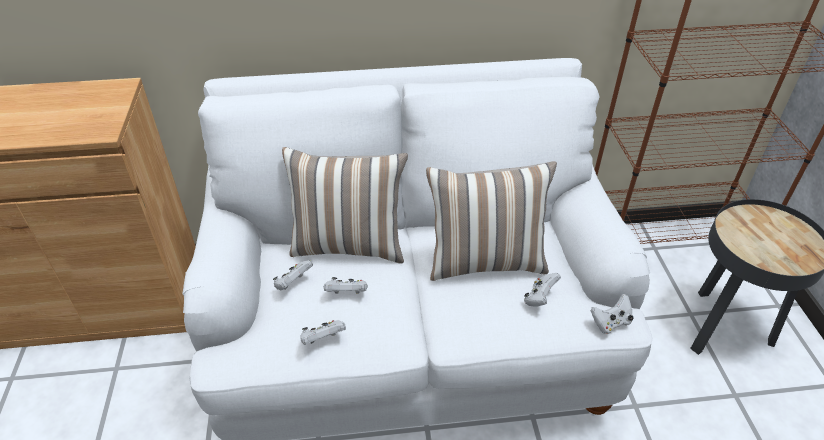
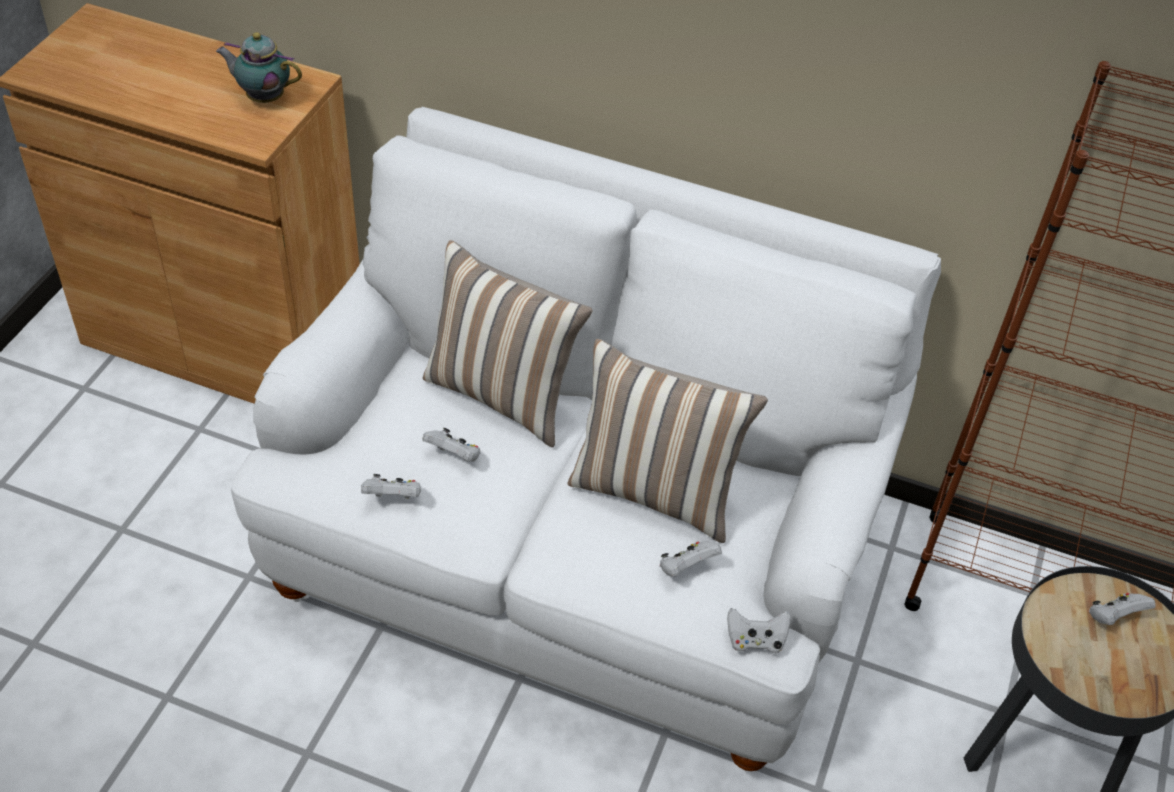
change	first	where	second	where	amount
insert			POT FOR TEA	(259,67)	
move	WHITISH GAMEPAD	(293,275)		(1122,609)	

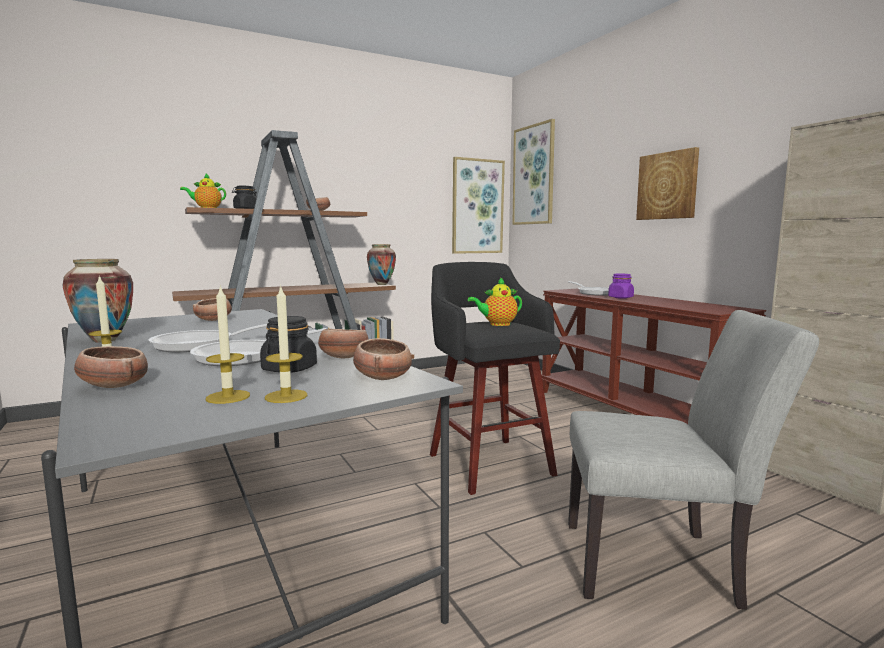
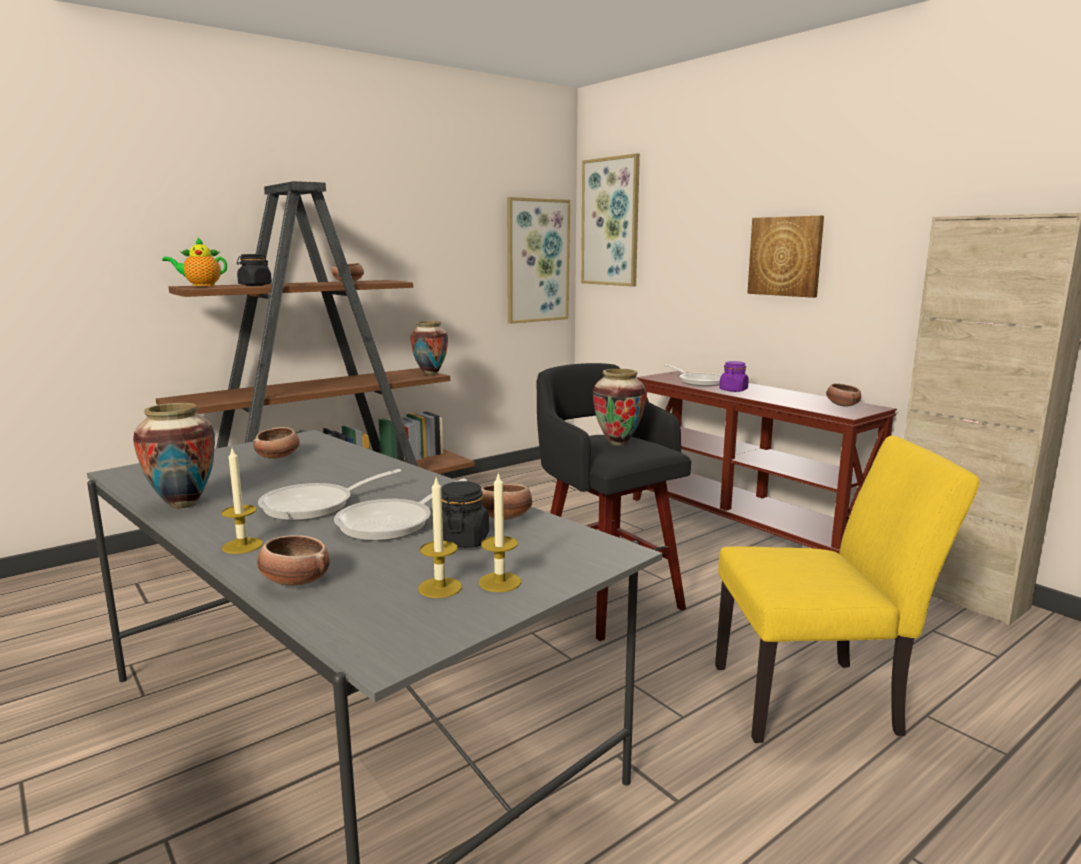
change	first	where	second	where	amount
replace	POT FOR TEA	(495,301)	FLOWER VASE	(619,407)	
recolor	GRAY UPRIGHT CHAIR	(693,460)	YELLOW UPRIGHT CHAIR	(847,589)	
move	BOWL	(382,359)		(843,394)	

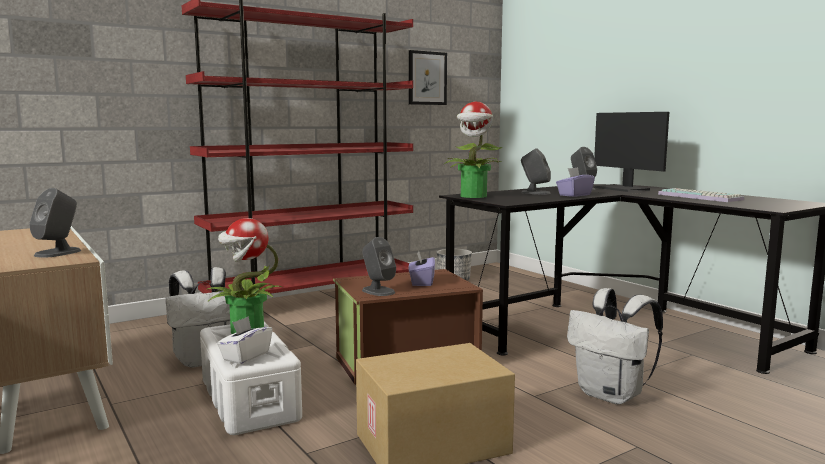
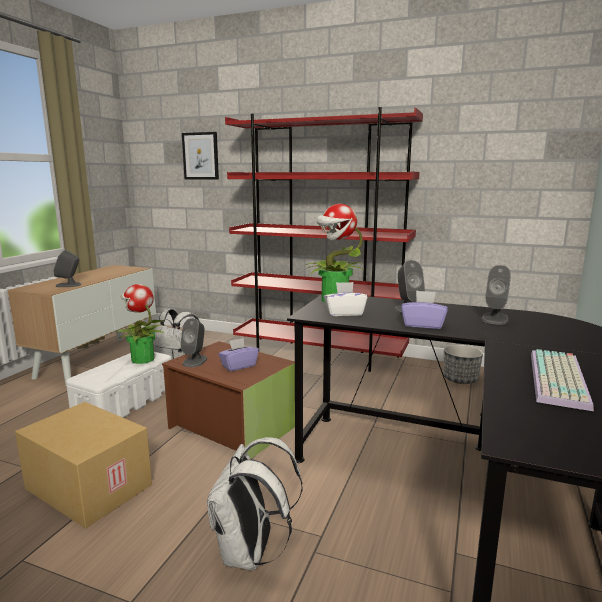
change	first	where	second	where	amount
move	WALL PICTURE	(428,77)		(200,156)	
move	WHITISH TISSUE HOLDER	(244,340)		(346,299)	
delete	COMPUTER SCREEN	(631,152)			

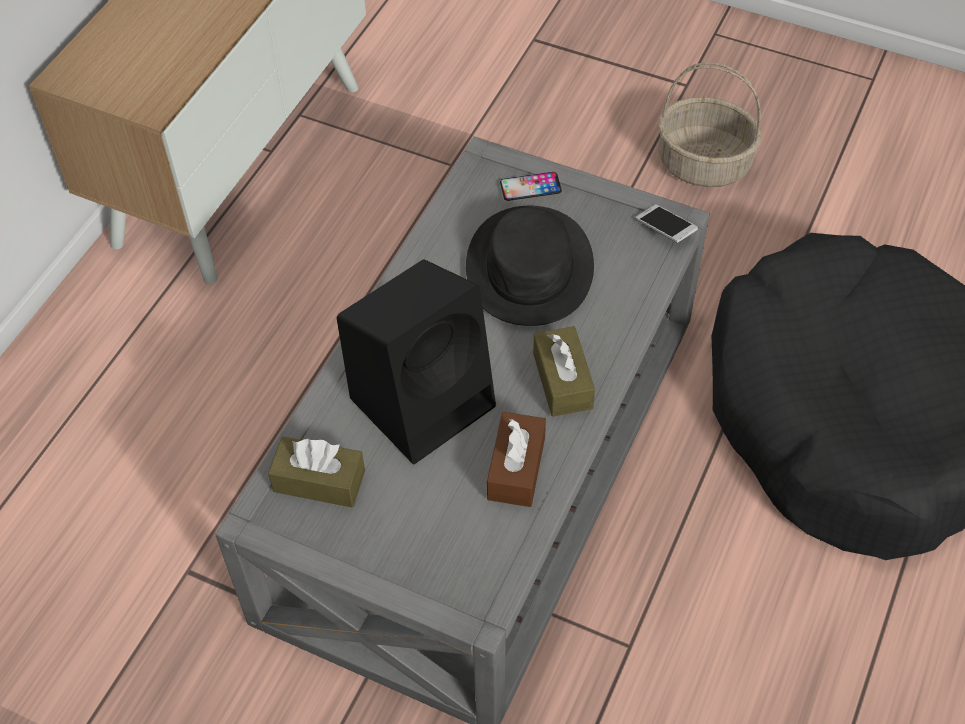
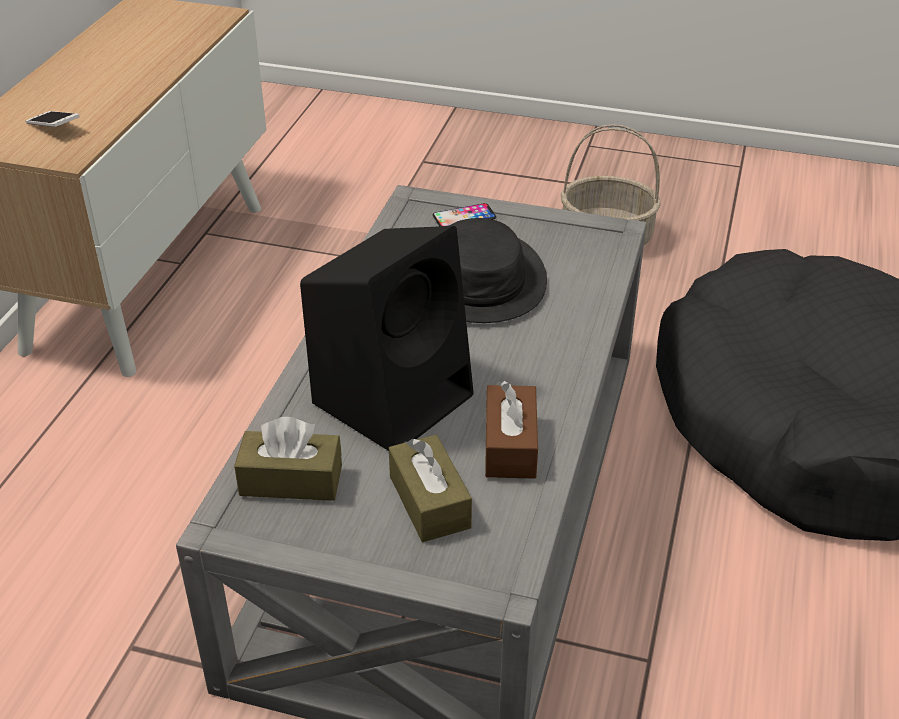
change	first	where	second	where	amount
move	PHONE	(667,223)		(52,119)	
move	BROWN-COLOURED TISSUE HOLDER	(564,371)		(430,488)	

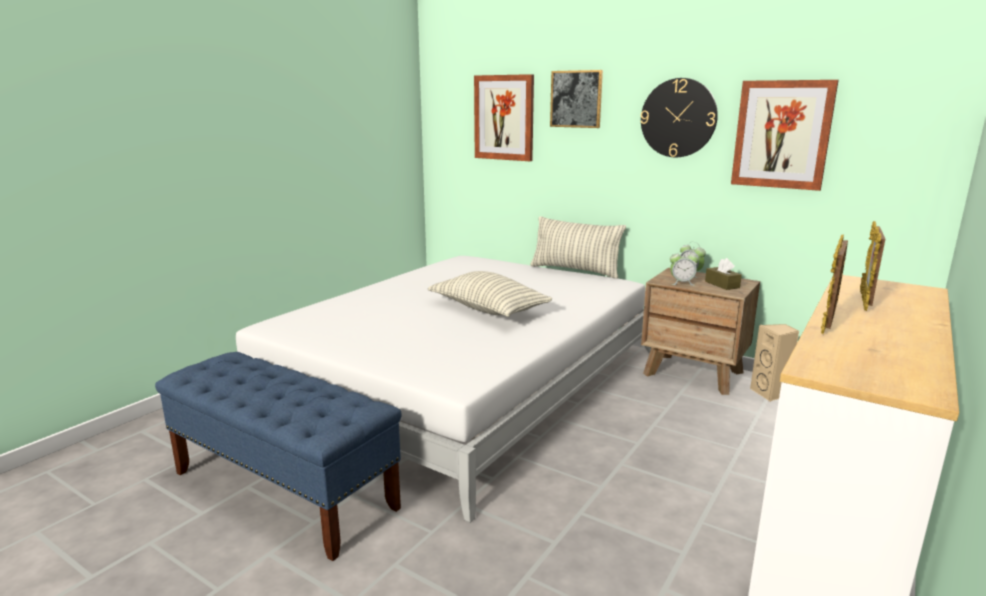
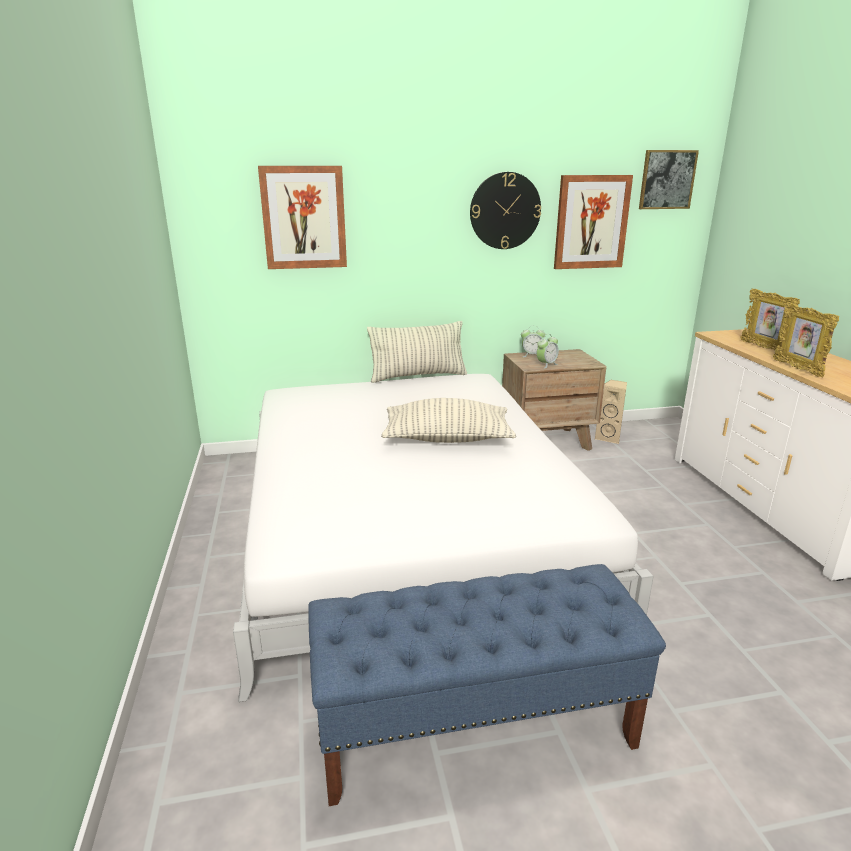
change	first	where	second	where	amount
move	WALL PICTURE	(576,99)		(669,179)	
delete	BROWN-COLOURED TISSUE HOLDER	(723,274)			

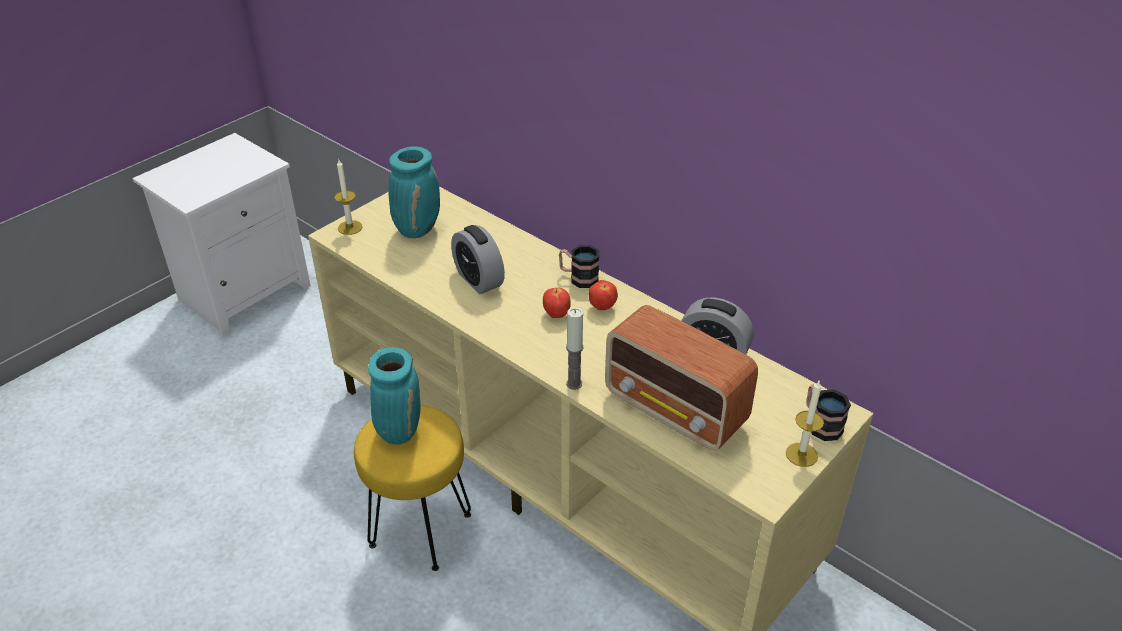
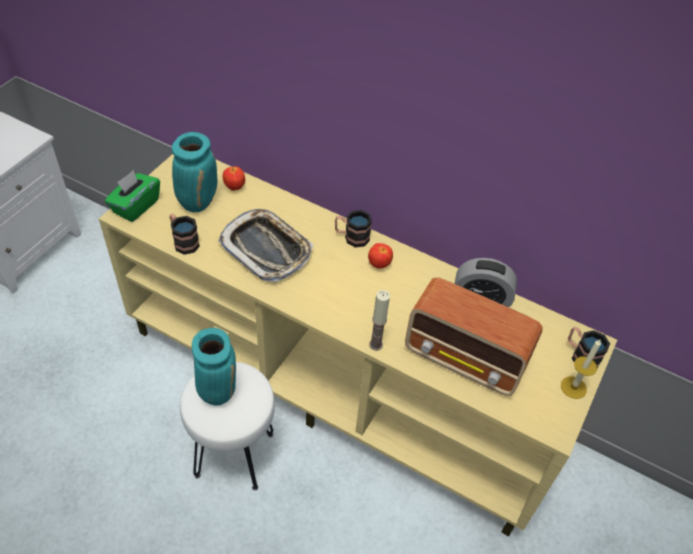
change	first	where	second	where	amount
replace	CANDLE	(348,197)	GREENISH TISSUE HOLDER	(132,196)	
insert			COFFEE MUG	(185,234)	
recolor	YELLOW STOOL	(412,488)	WHITISH STOOL	(227,426)	
replace	BEDSIDE CLOCK	(478,259)	TRAY	(265,245)	
move	APPLE	(557,303)		(234,178)	

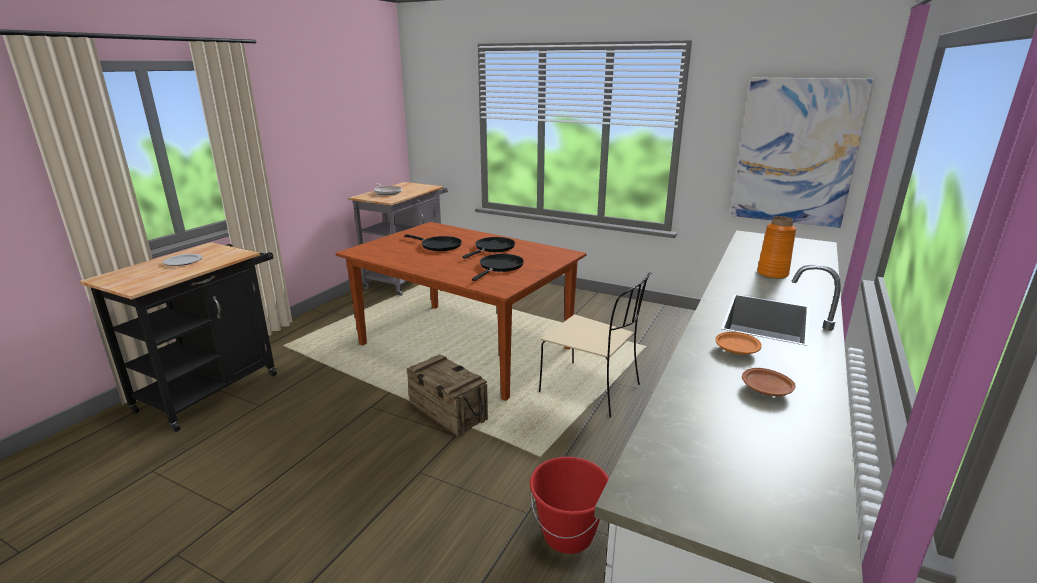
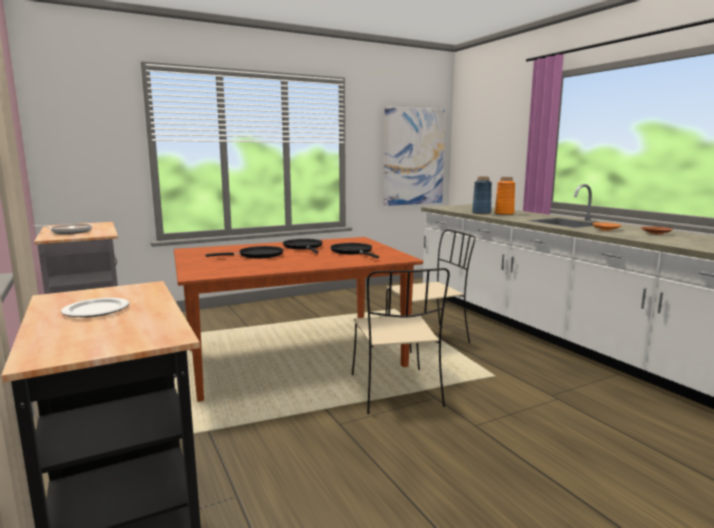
change	first	where	second	where	amount
replace	PACKING CRATE	(447,395)	BEIGE-COLOURED UPRIGHT CHAIR	(401,341)	
insert			BLUE FLOWER VASE	(482,195)	
delete	RED-COLOURED PAIL	(569,505)			

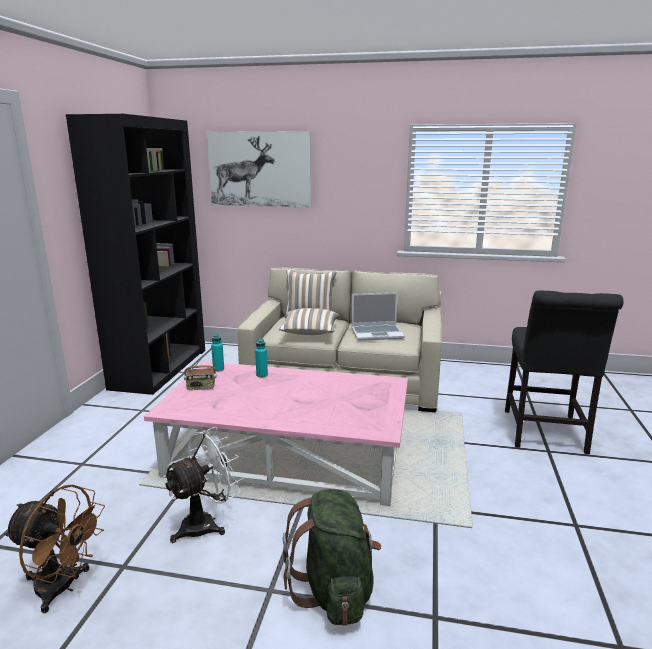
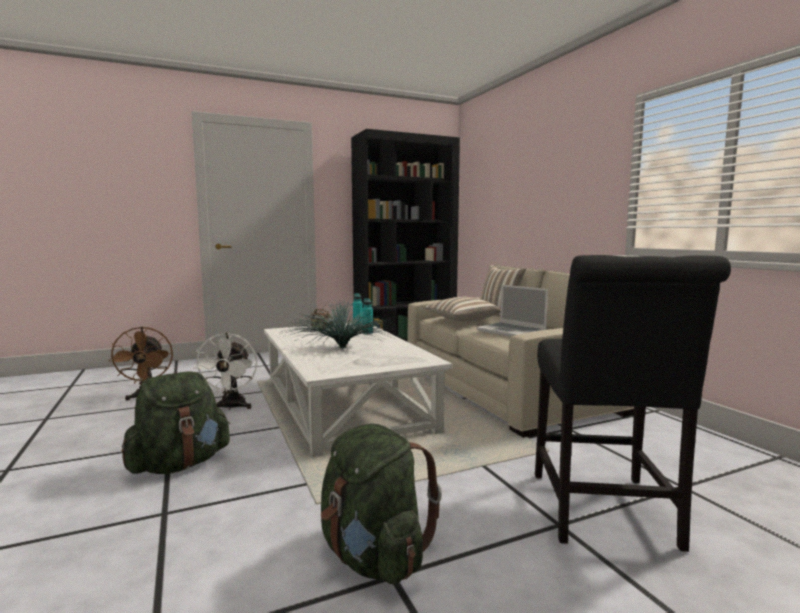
change	first	where	second	where	amount
rotate	WHITISH ELECTRIC FAN	(203,485)		(225,371)	75 degrees clockwise
recolor	PINK COFFEE TABLE	(276,434)	WHITISH COFFEE TABLE	(358,389)	
insert			POTTED PLANT	(341,324)	
insert			GREENISH KNAPSACK	(381,504)	
rotate	BLACKISH UPRIGHT CHAIR	(564,373)		(633,403)	60 degrees counterclockwise
delete	WALL PICTURE	(259,169)			

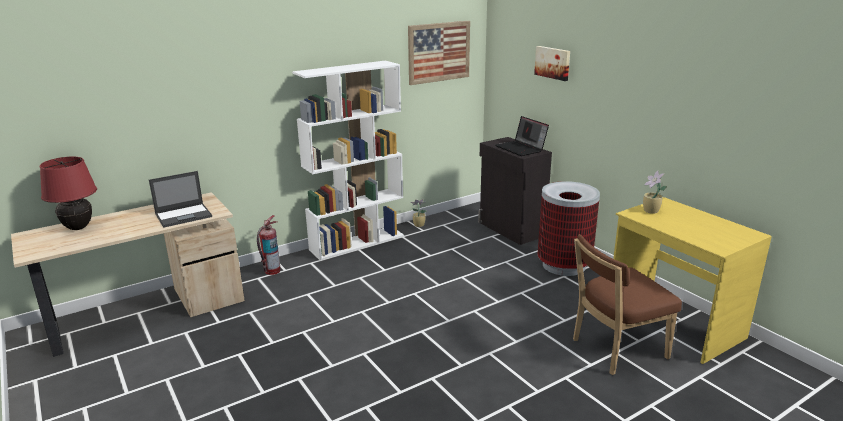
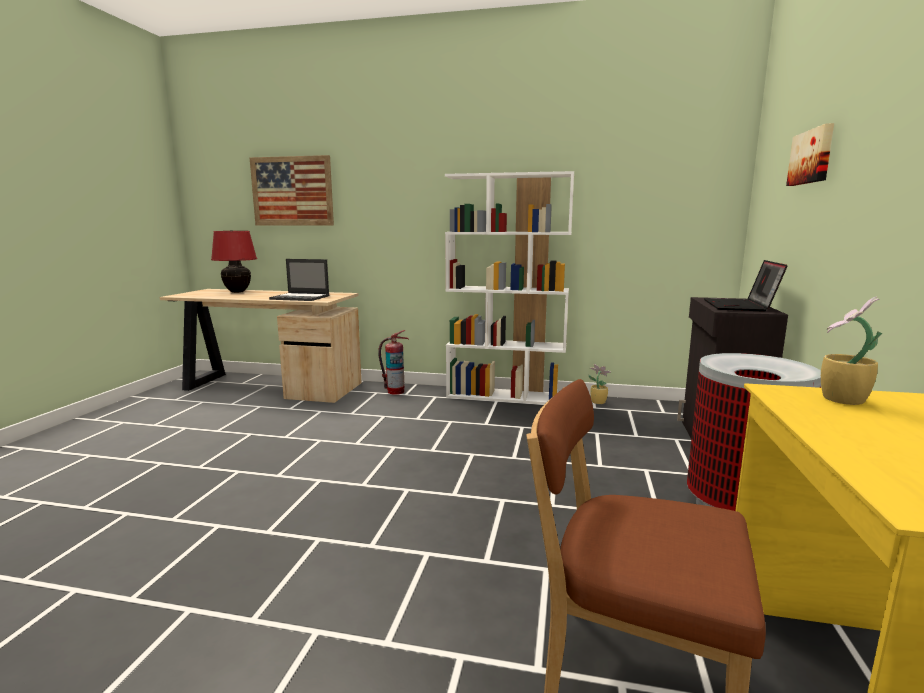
change	first	where	second	where	amount
move	WALL PICTURE	(439,53)		(292,190)	

